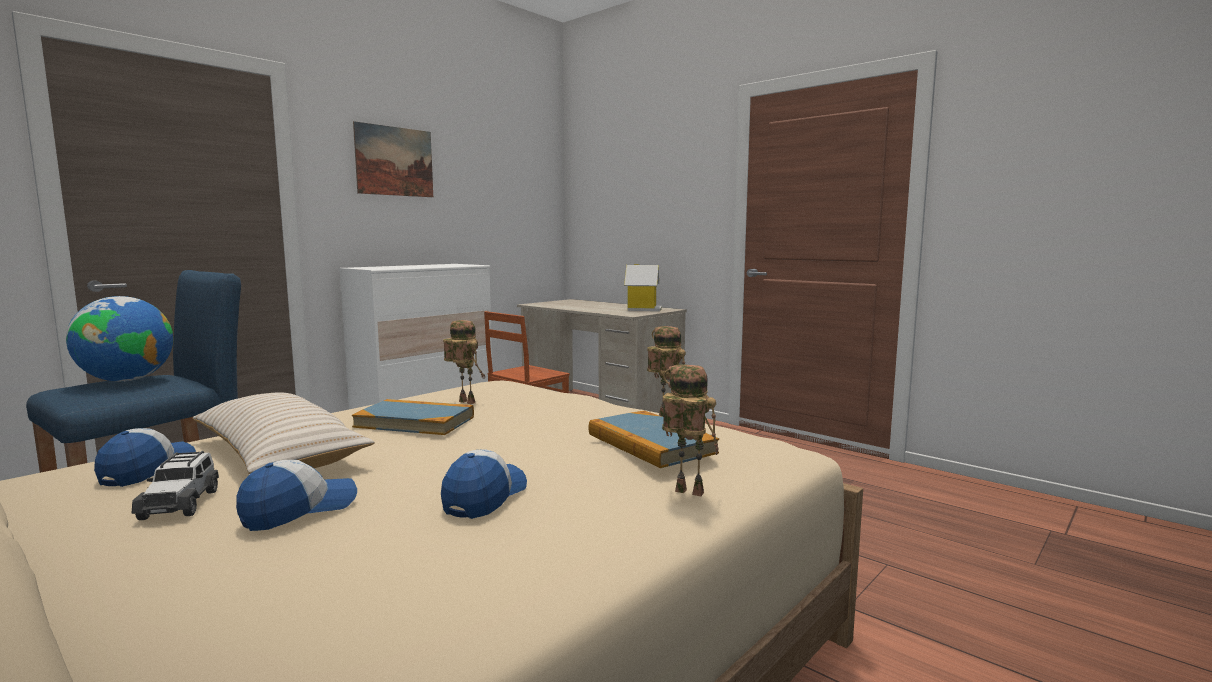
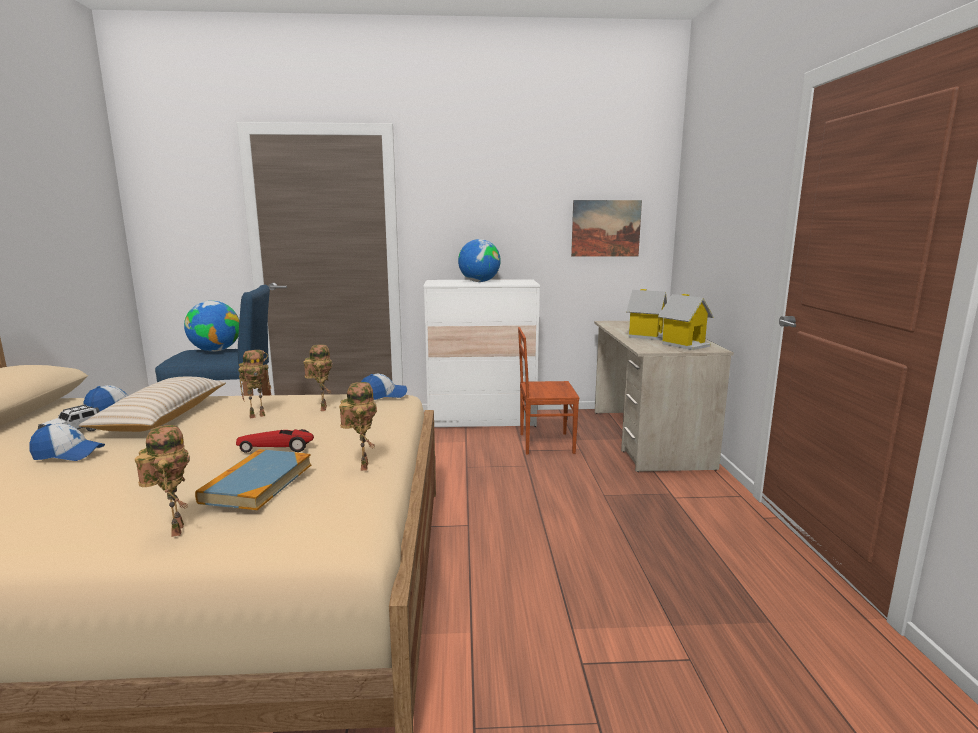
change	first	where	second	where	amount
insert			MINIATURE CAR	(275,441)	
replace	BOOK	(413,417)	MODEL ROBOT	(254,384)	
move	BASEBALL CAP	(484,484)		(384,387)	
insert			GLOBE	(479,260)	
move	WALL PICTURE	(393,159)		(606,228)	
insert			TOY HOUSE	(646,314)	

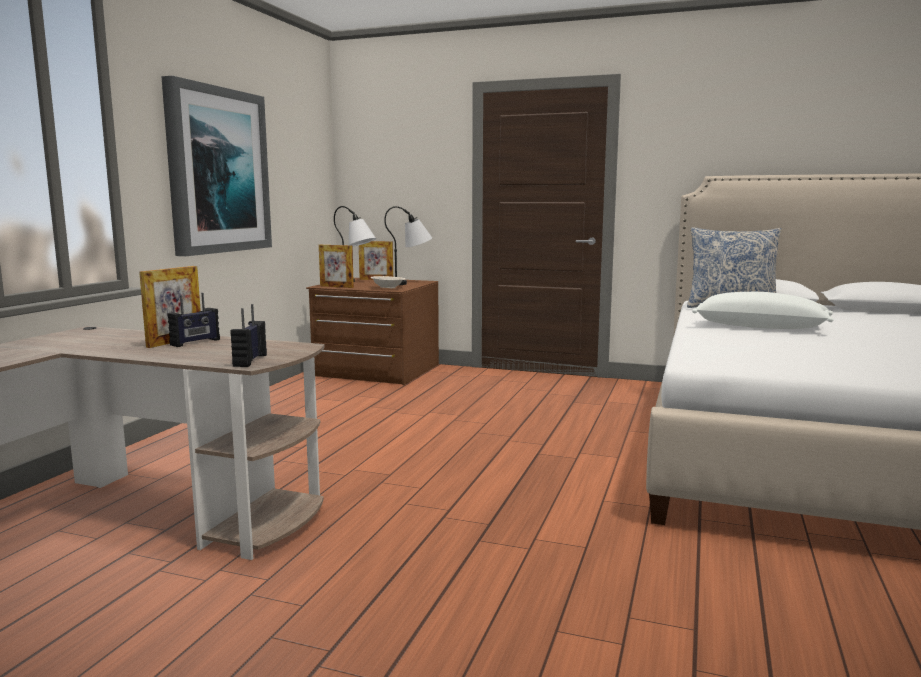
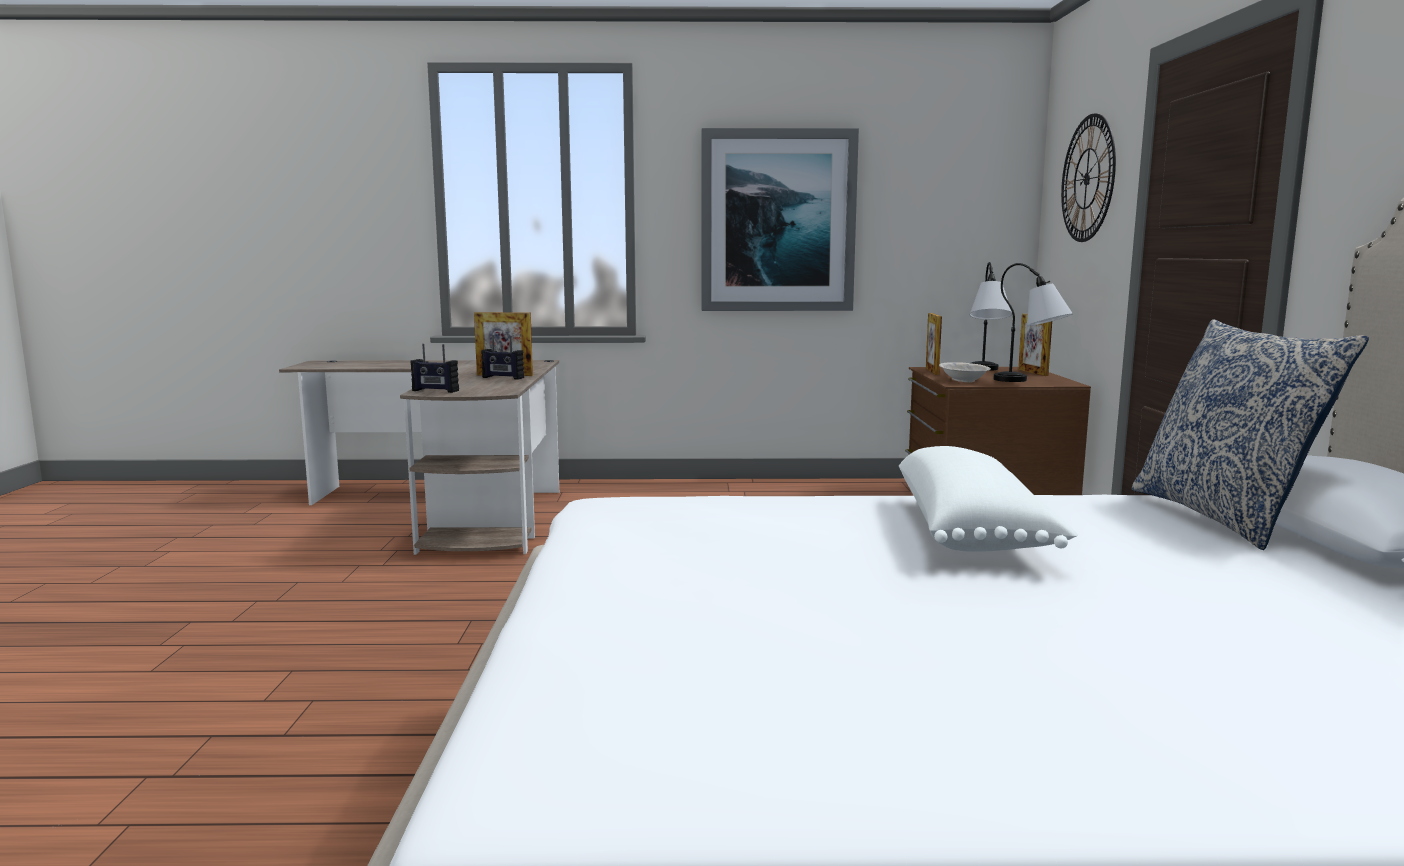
change	first	where	second	where	amount
rotate	RADIO	(248,335)		(434,368)	150 degrees counterclockwise
insert			HANGING CLOCK	(1088,177)	

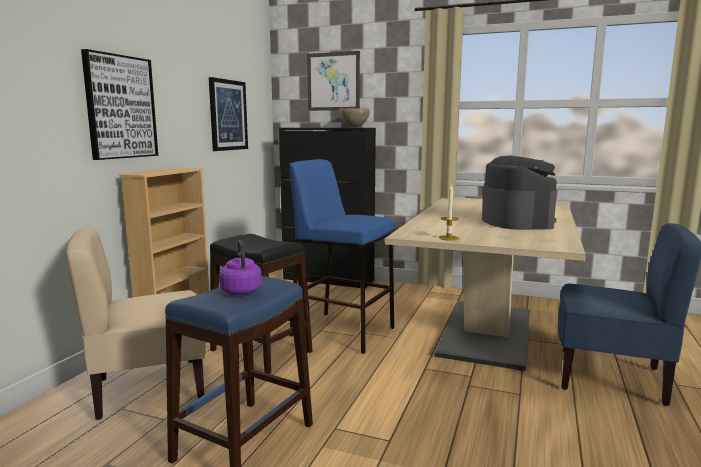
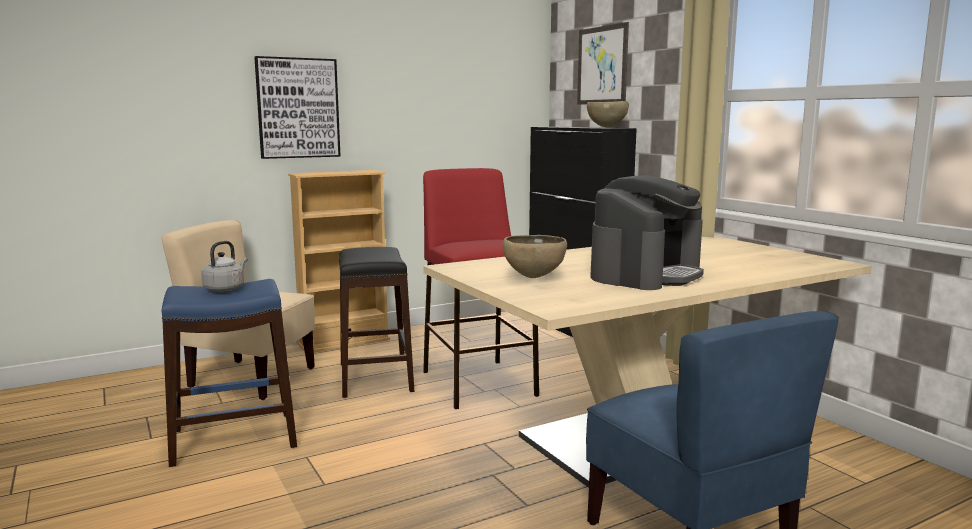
change	first	where	second	where	amount
recolor	PURPLISH TEA KETTLE	(240,267)	GRAY TEA KETTLE	(224,266)	
recolor	BLUE STOOL	(342,256)	RED-COLOURED STOOL	(481,288)	
insert			BROWN-COLOURED BOWL	(534,256)	
delete	WALL PICTURE	(228,114)			
delete	CANDLE	(449,212)			

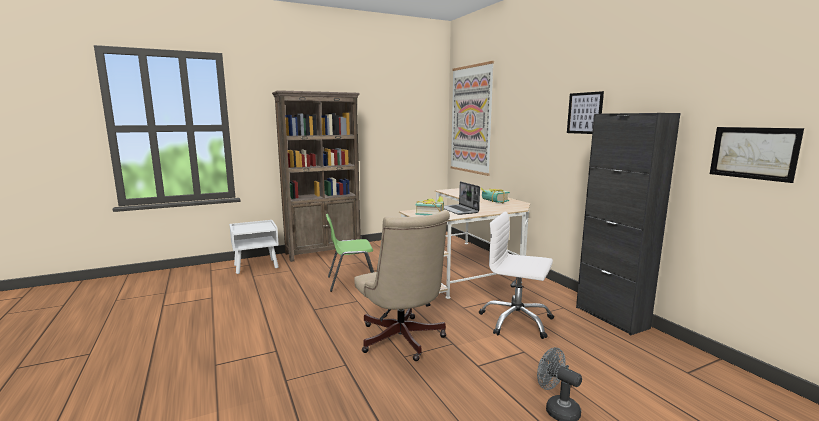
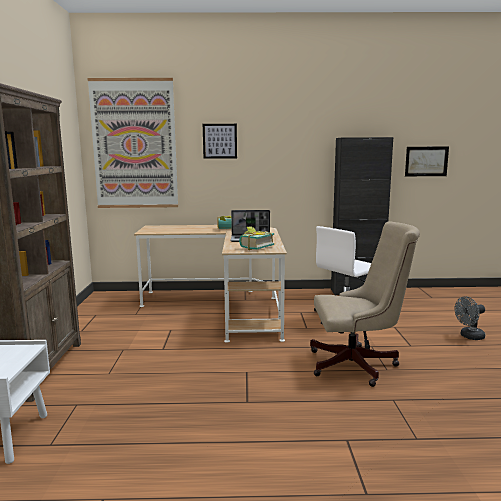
change	first	where	second	where	amount
move	WALL PICTURE	(585,112)		(220,141)	
delete	GREENISH UPRIGHT CHAIR	(350,253)			

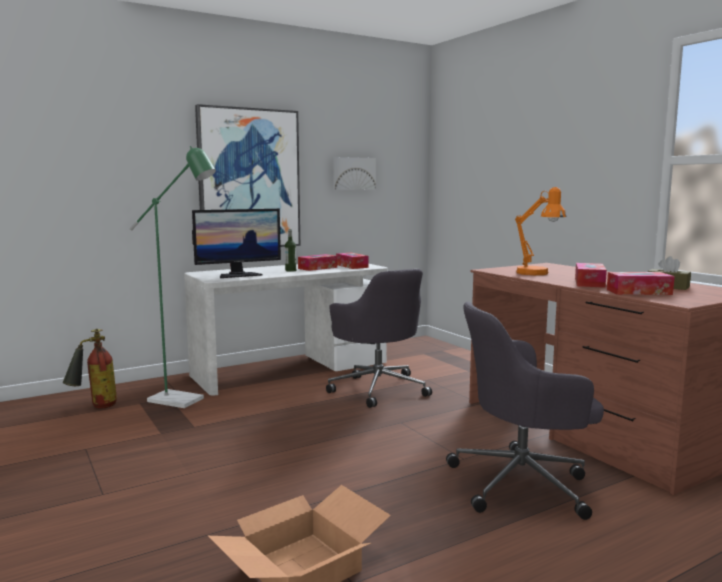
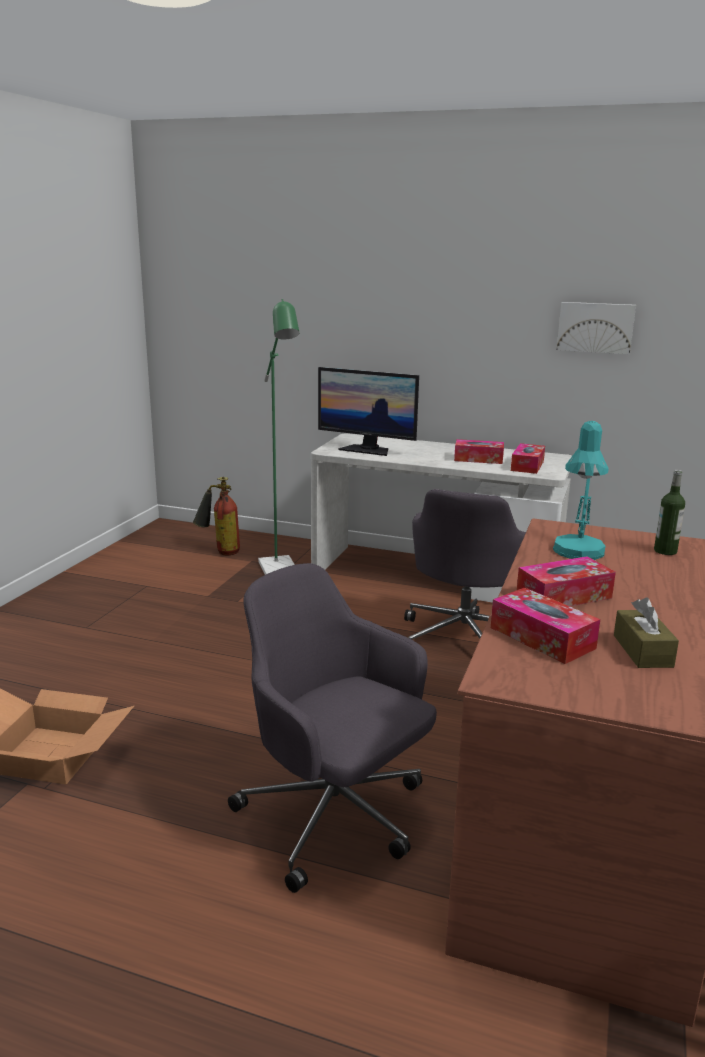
change	first	where	second	where	amount
recolor	ORANGE-COLOURED LAMP FOR A TABLE	(541,231)	BLUE-GREEN LAMP FOR A TABLE	(581,490)	
move	DRINK BOTTLE	(290,250)		(669,512)	
delete	WALL PICTURE	(247,175)			

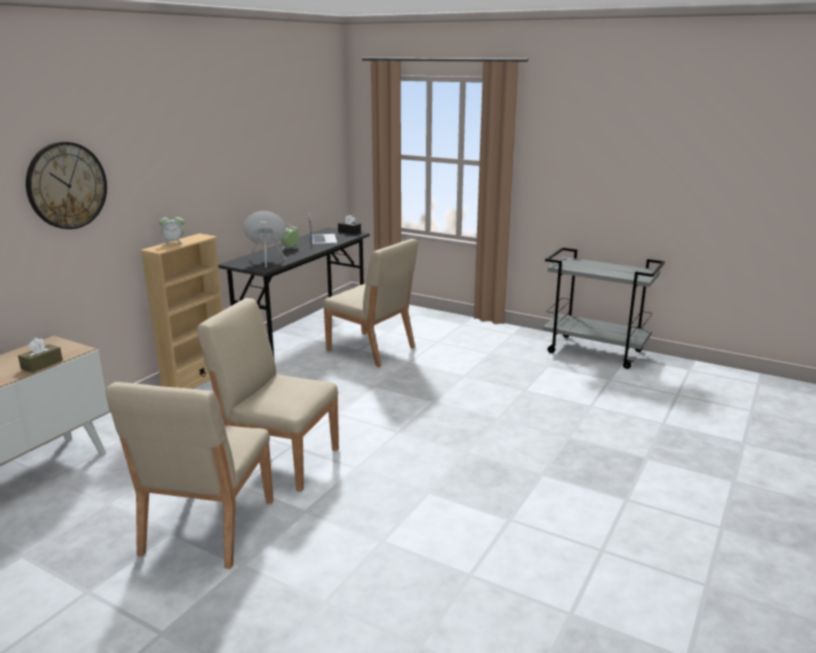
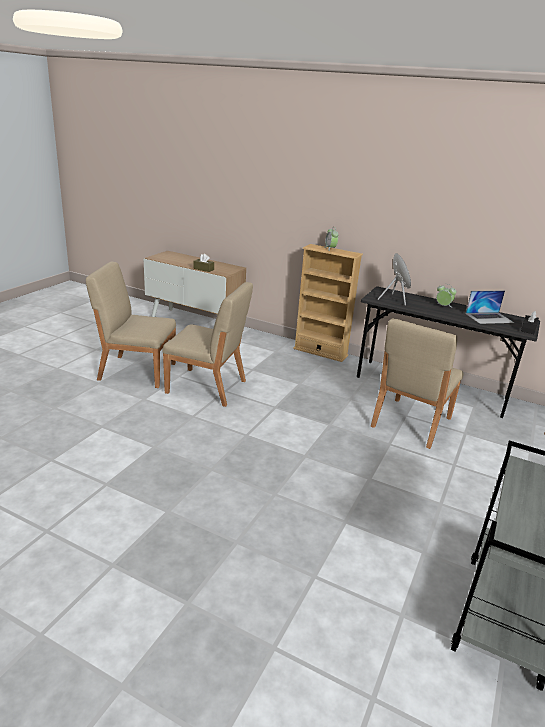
change	first	where	second	where	amount
rotate	BEIGE-COLOURED UPRIGHT CHAIR	(268,395)		(207,344)	90 degrees clockwise
delete	HANGING CLOCK	(66,185)			

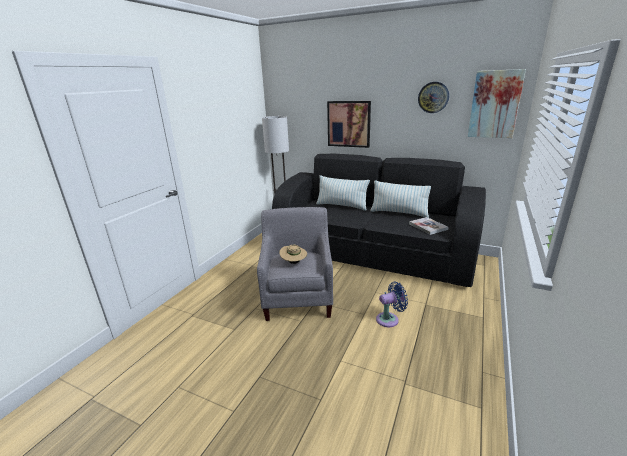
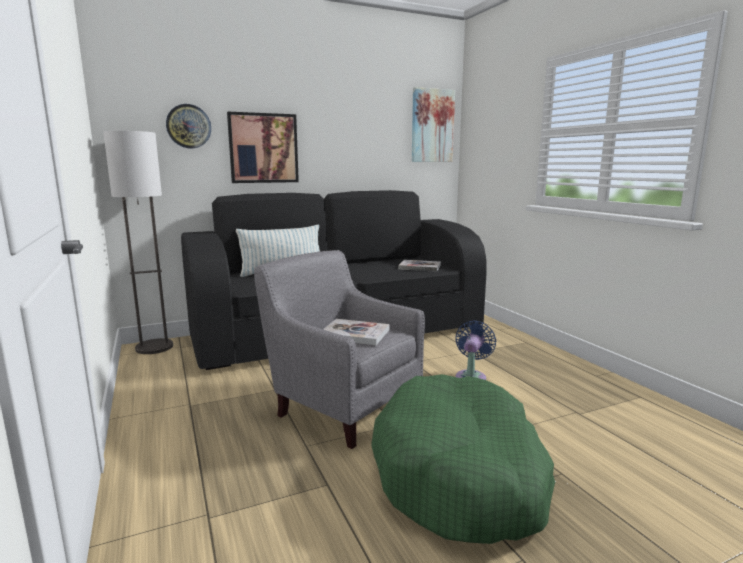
change	first	where	second	where	amount
move	HANGING CLOCK	(433,97)		(188,126)	
replace	BEIGE-COLOURED WEARABLE HAT	(293,254)	BOOK	(356,332)	
insert			GREENISH DOG CUSHION	(463,459)	
delete	THROW PILLOW	(400,199)			

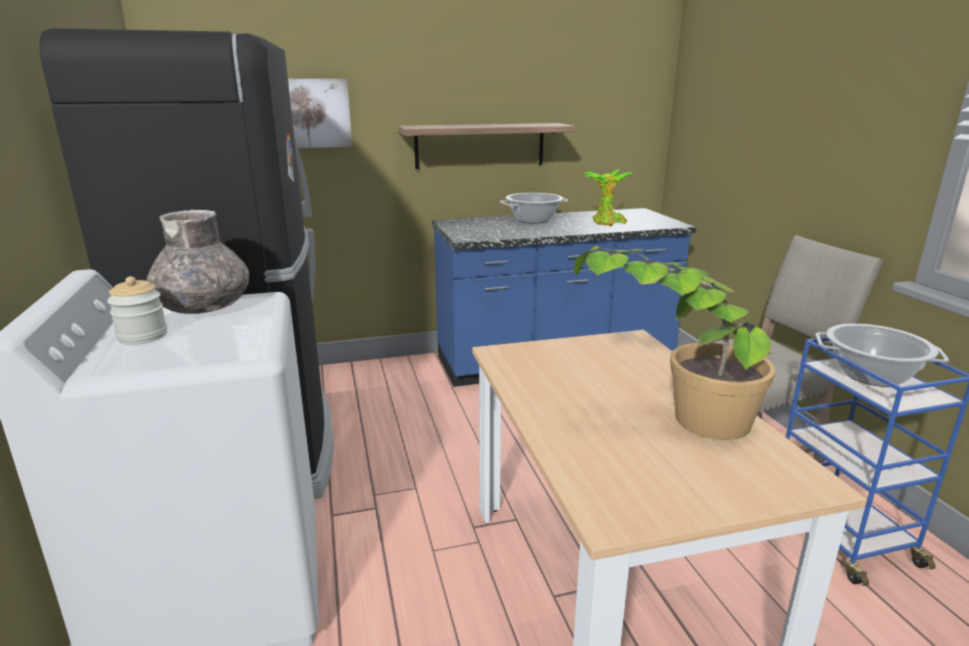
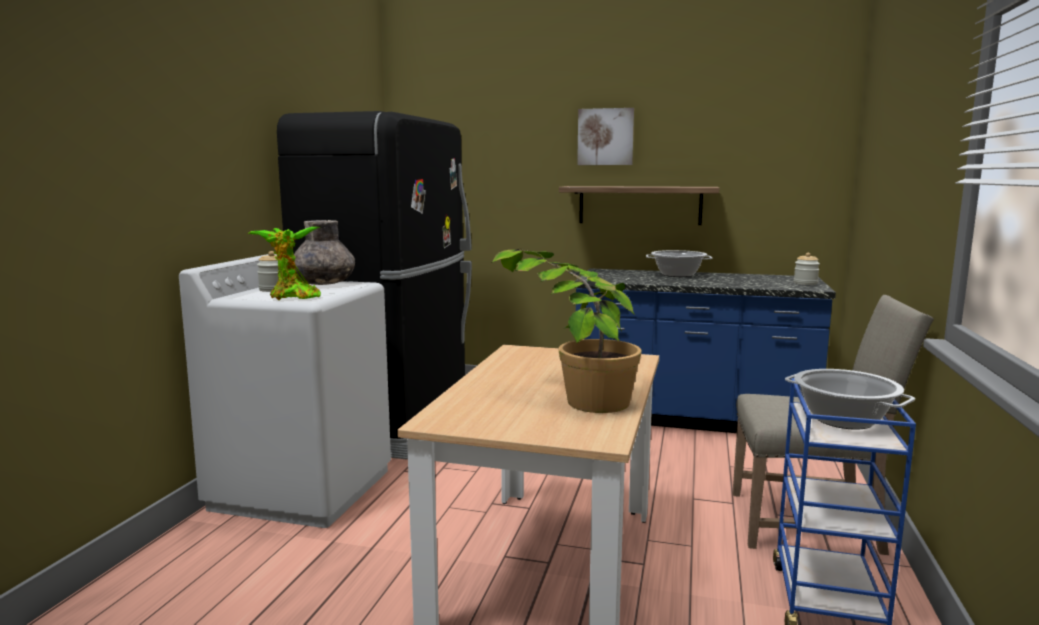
change	first	where	second	where	amount
move	POTTED PLANT	(608,198)		(284,263)	
move	WALL PICTURE	(320,113)		(605,136)	
insert			JAR	(807,269)	

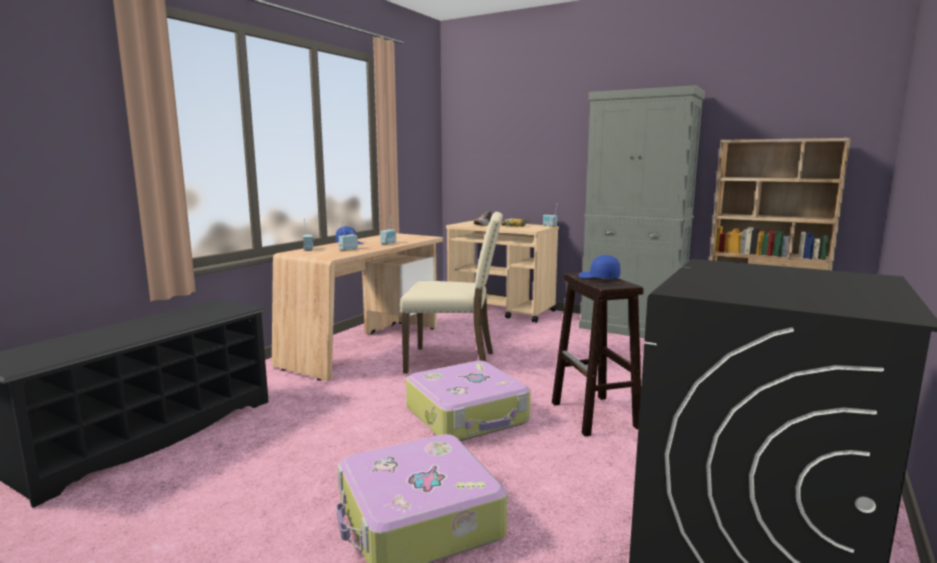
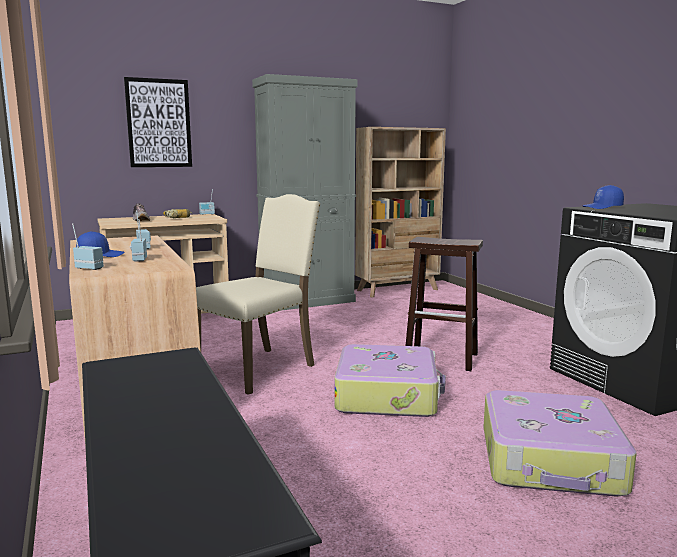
change	first	where	second	where	amount
insert			WALL PICTURE	(158,122)	
move	BLUE BASEBALL CAP	(600,267)		(603,197)	

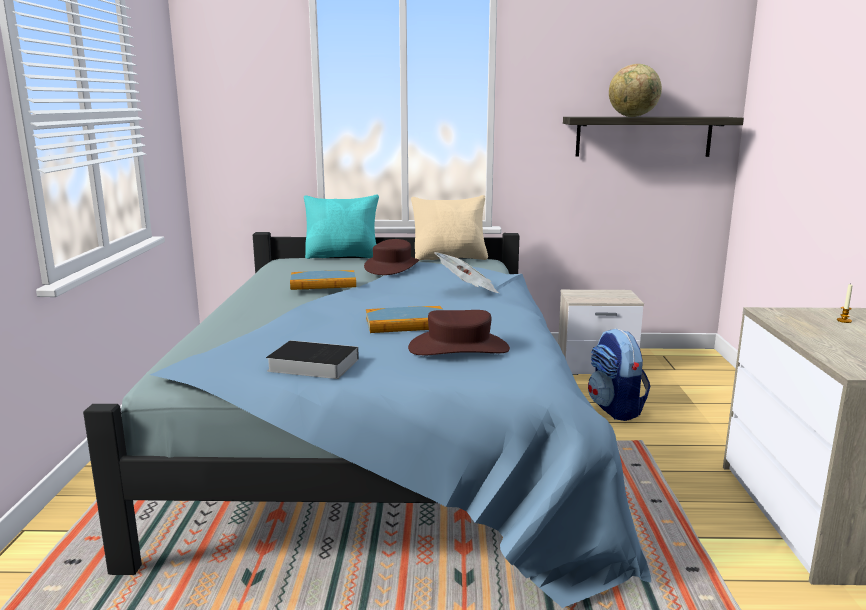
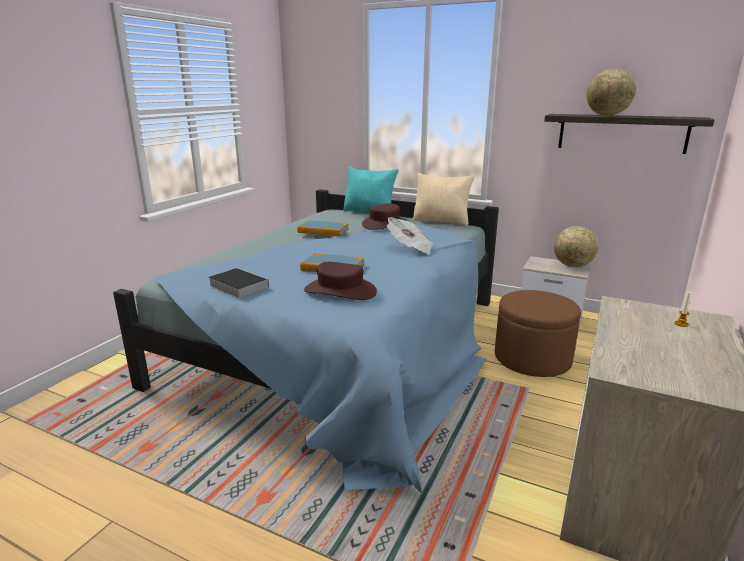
change	first	where	second	where	amount
replace	KNAPSACK	(619,374)	BROWN-COLOURED POUFFE	(538,333)	
insert			GLOBE	(576,246)	

